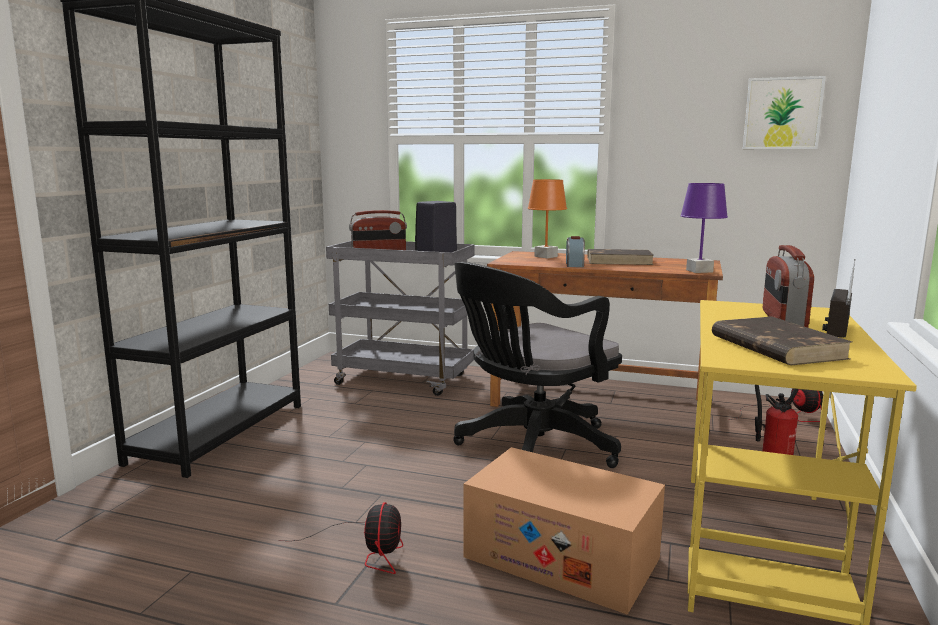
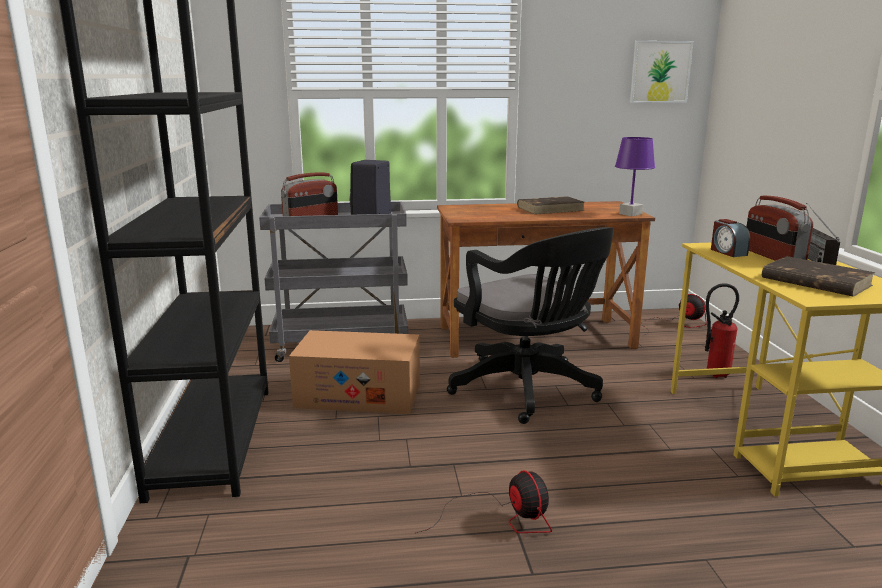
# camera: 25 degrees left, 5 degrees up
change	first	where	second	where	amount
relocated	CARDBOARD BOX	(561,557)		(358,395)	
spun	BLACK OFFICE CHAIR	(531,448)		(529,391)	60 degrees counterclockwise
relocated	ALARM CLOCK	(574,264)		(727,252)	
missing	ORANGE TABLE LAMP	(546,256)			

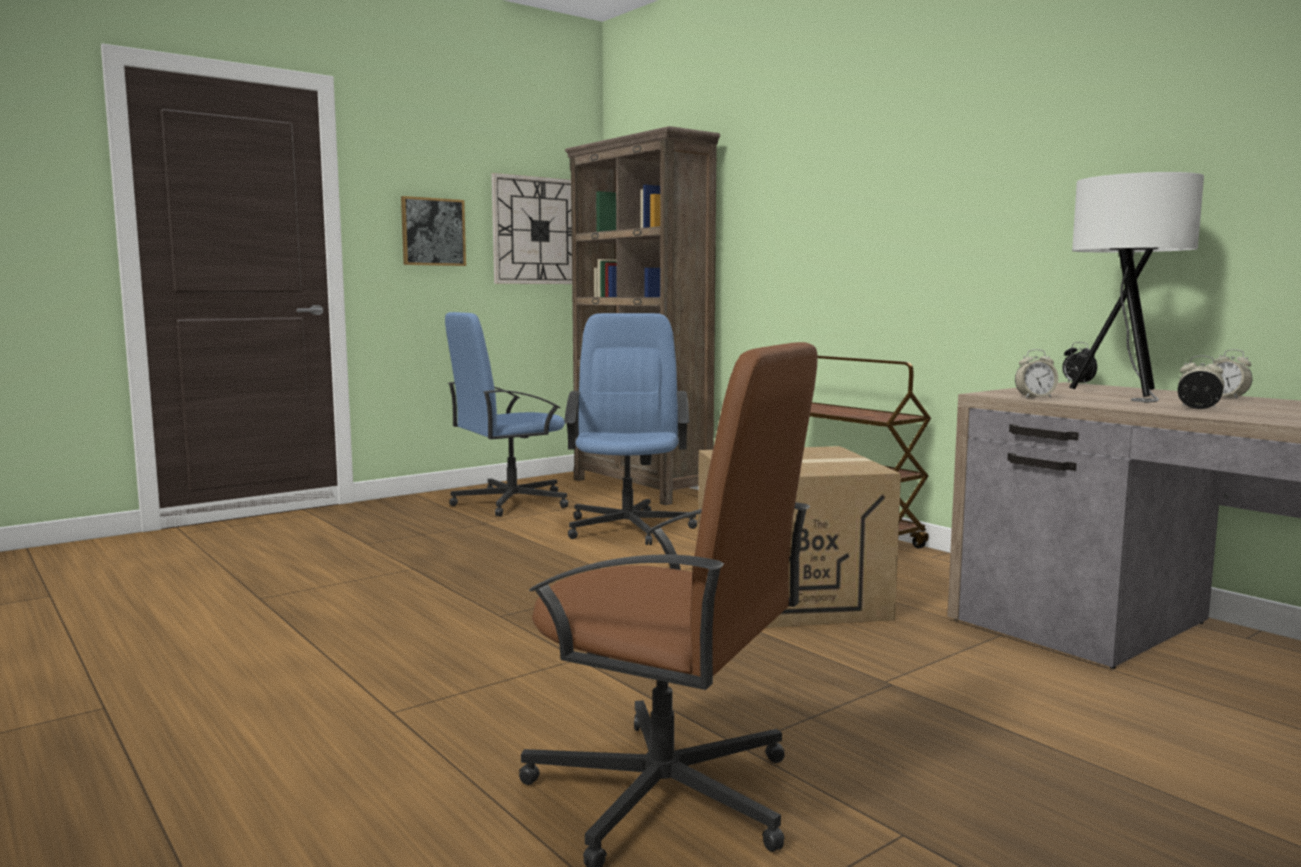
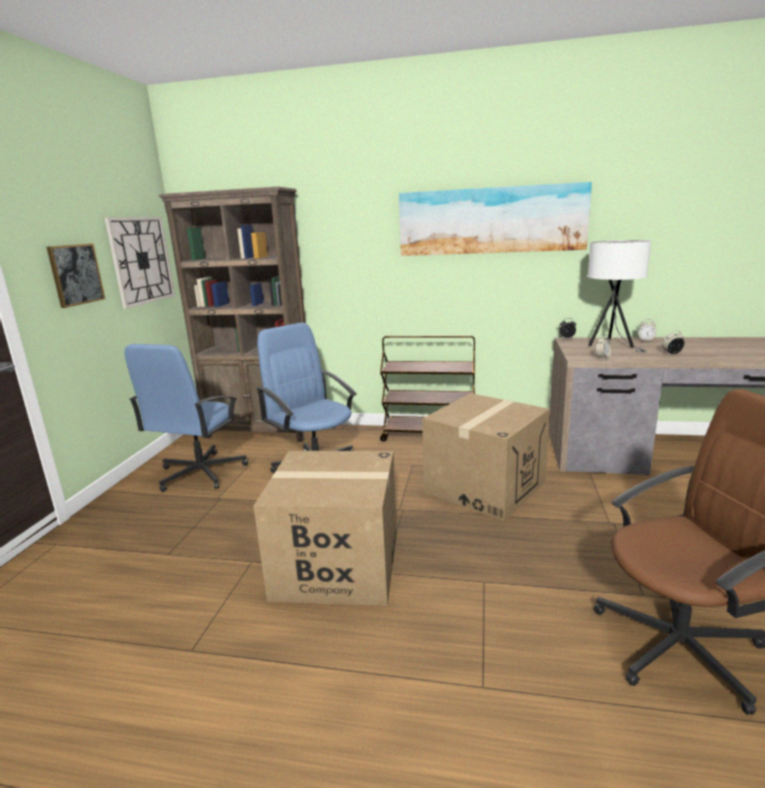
# camera: 40 degrees left, 10 degrees up
change	first	where	second	where	amount
appeared			CARDBOARD BOX	(337,565)	
appeared			PICTURE	(490,220)	

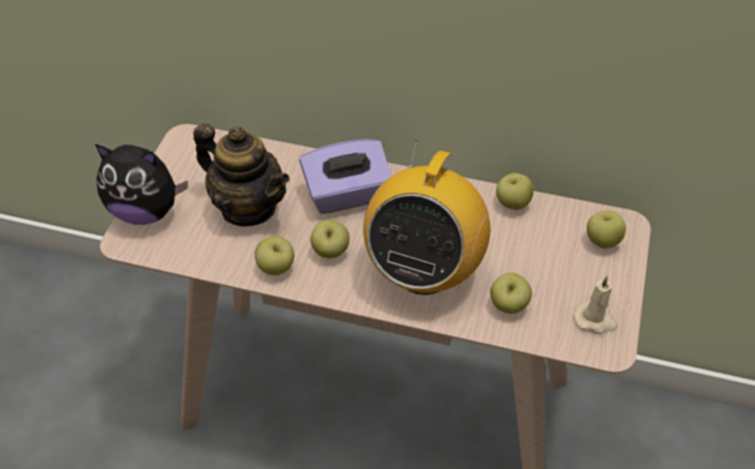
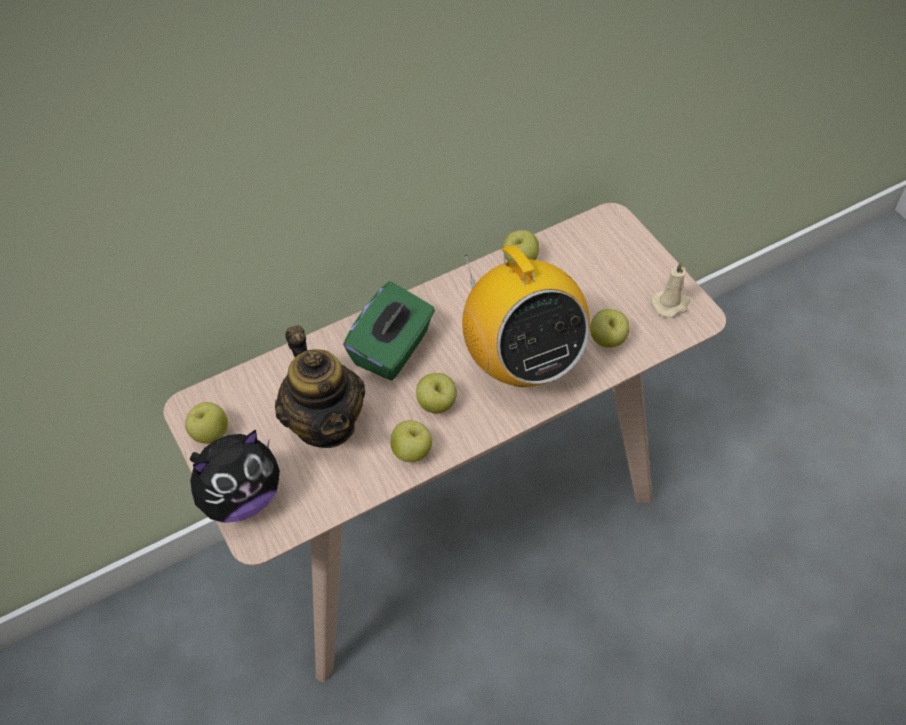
# camera: 45 degrees left, 5 degrees up
change	first	where	second	where	amount
relocated	APPLE	(602,241)		(210,434)	
spun	TEAPOT	(248,207)		(325,423)	75 degrees clockwise
colour	PURPLE TISSUE BOX	(347,195)	GREEN TISSUE BOX	(392,349)	

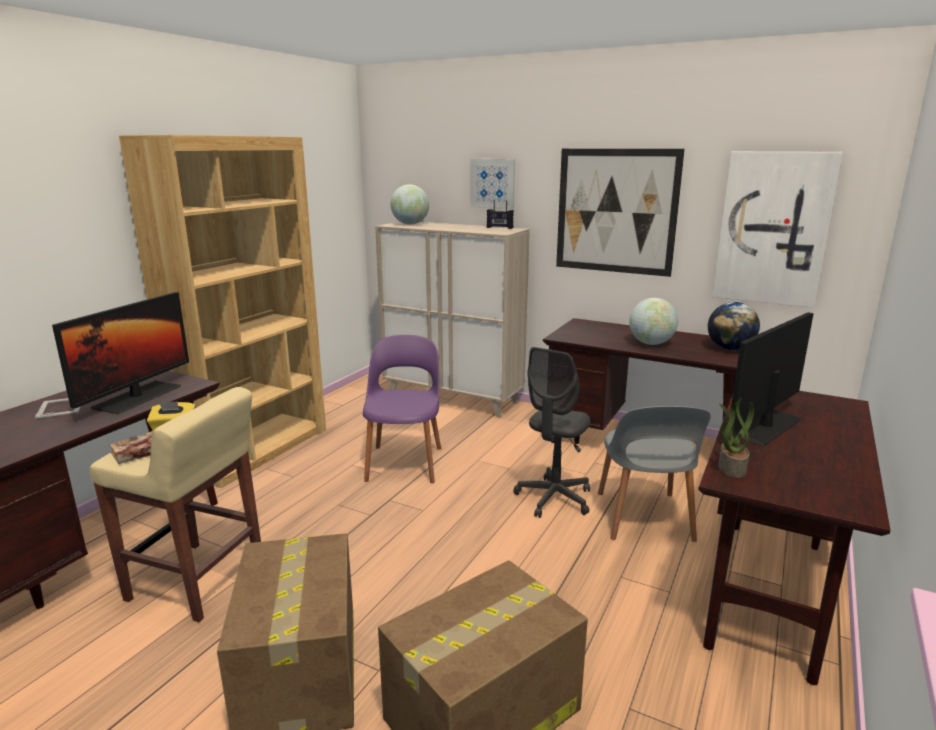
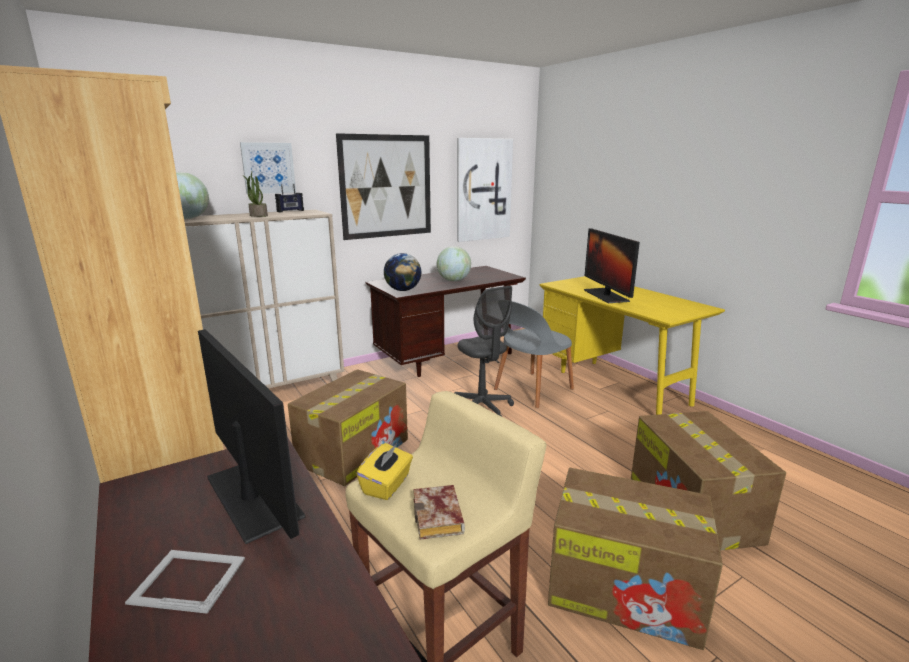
# camera: 60 degrees left, 0 degrees up
change	first	where	second	where	amount
relocated	POTTED PLANT	(731,468)		(258,215)	
exchanged	PURPLE CHAIR	(404,462)	CARDBOARD BOX	(354,450)	
relocated	GLOBE	(730,349)		(403,290)	
spun	GREY CHAIR	(644,518)		(532,390)	105 degrees clockwise
colour	BROWN DESK	(769,581)	YELLOW DESK	(614,383)	

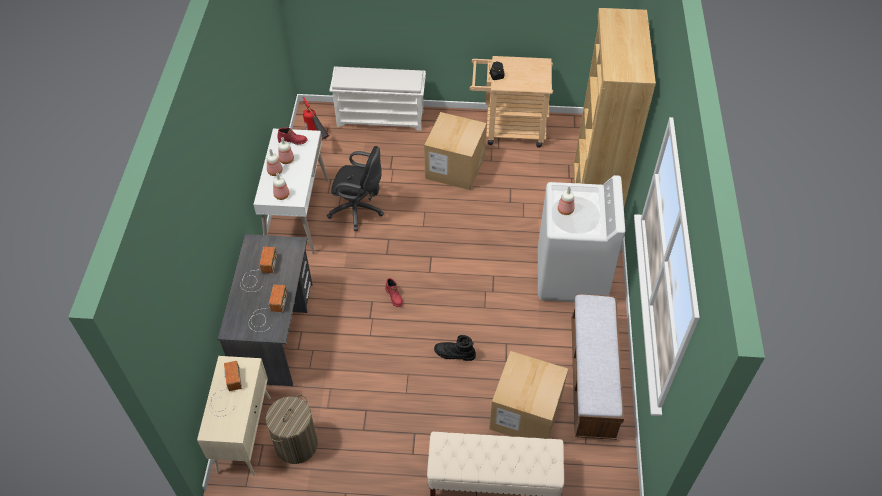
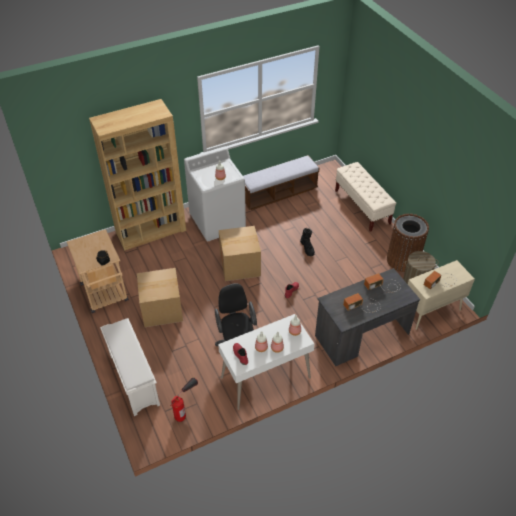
# camera: 120 degrees left, 5 degrees down
change	first	where	second	where	amount
relocated	CARDBOARD BOX	(525,413)		(240,265)	
appeared			BROWN TRASH CAN	(403,260)	

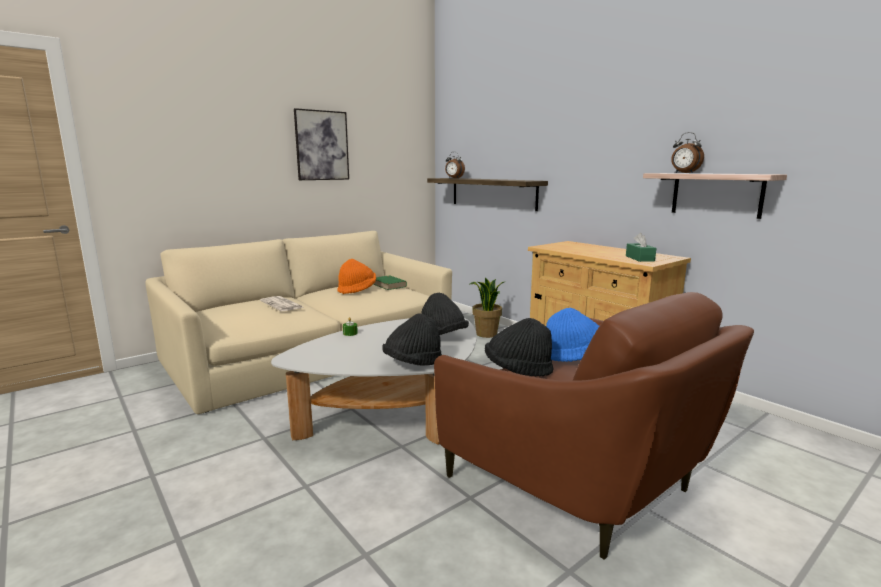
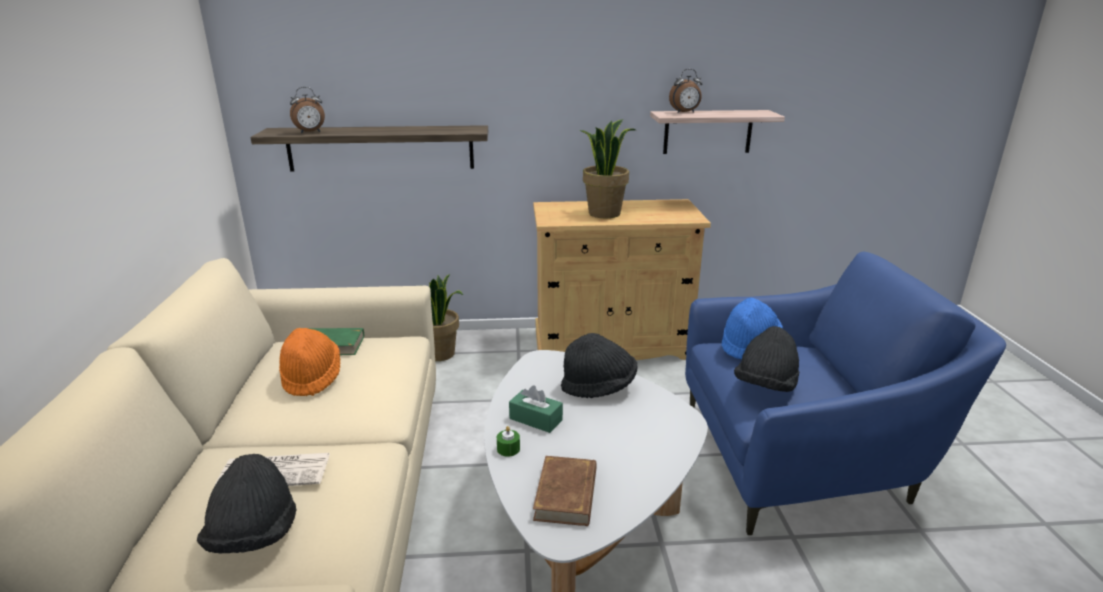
# camera: 55 degrees left, 10 degrees up
change	first	where	second	where	amount
relocated	BLACK HAT	(413,363)		(254,536)	
relocated	GREEN TISSUE BOX	(639,258)		(535,419)	
appeared			BROWN BOOK	(566,494)	
appeared			POTTED PLANT	(604,213)	
colour	BROWN ARMCHAIR	(579,483)	BLUE ARMCHAIR	(803,460)	
missing	PICTURE	(322,145)			

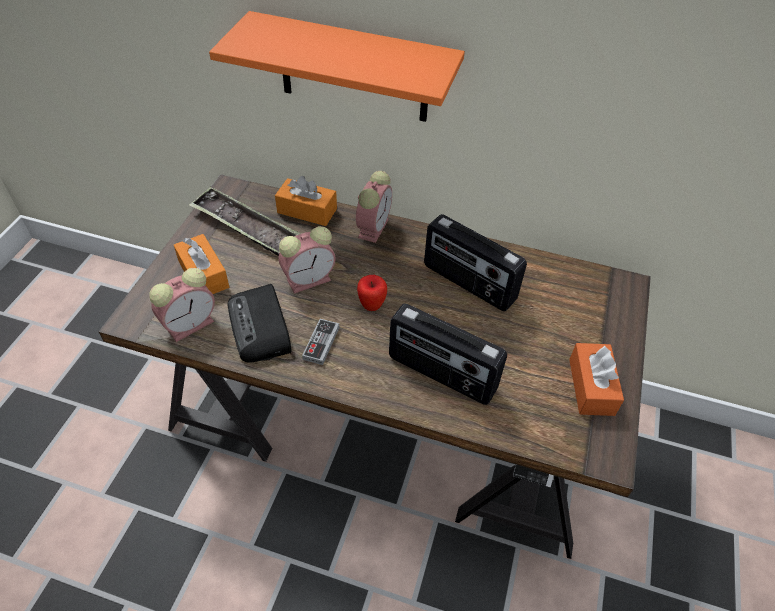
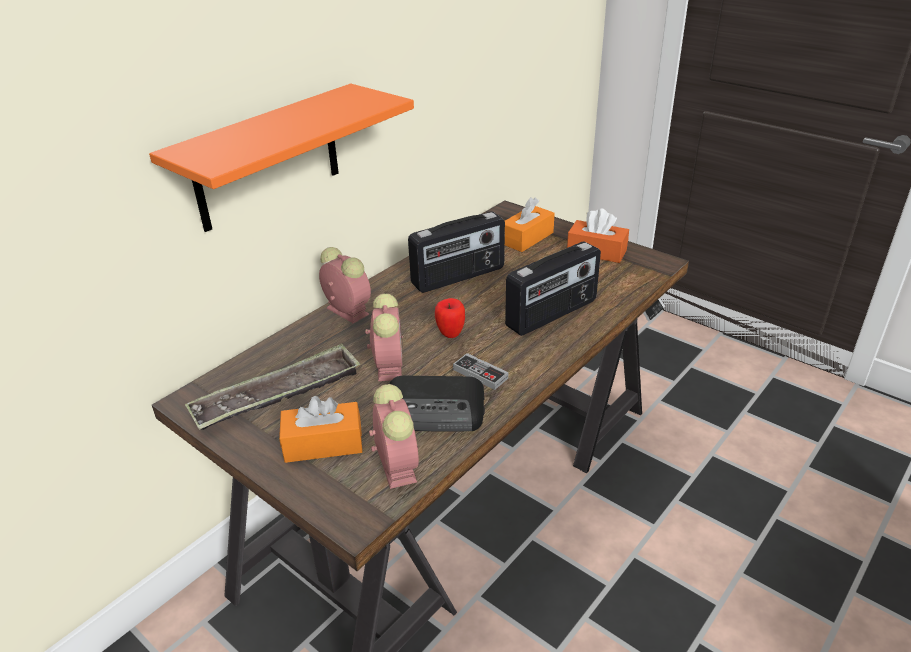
# camera: 65 degrees left, 15 degrees down
change	first	where	second	where	amount
relocated	ORANGE TISSUE BOX	(307,211)		(527,238)	

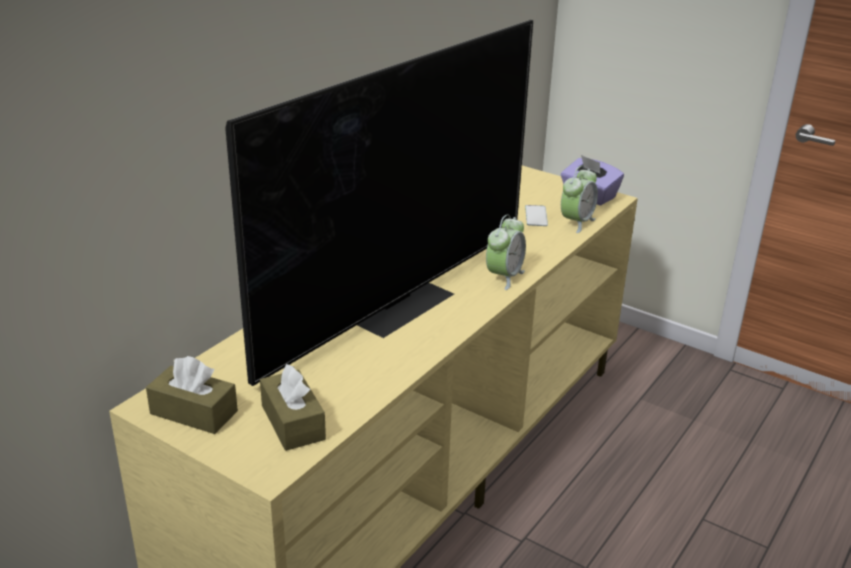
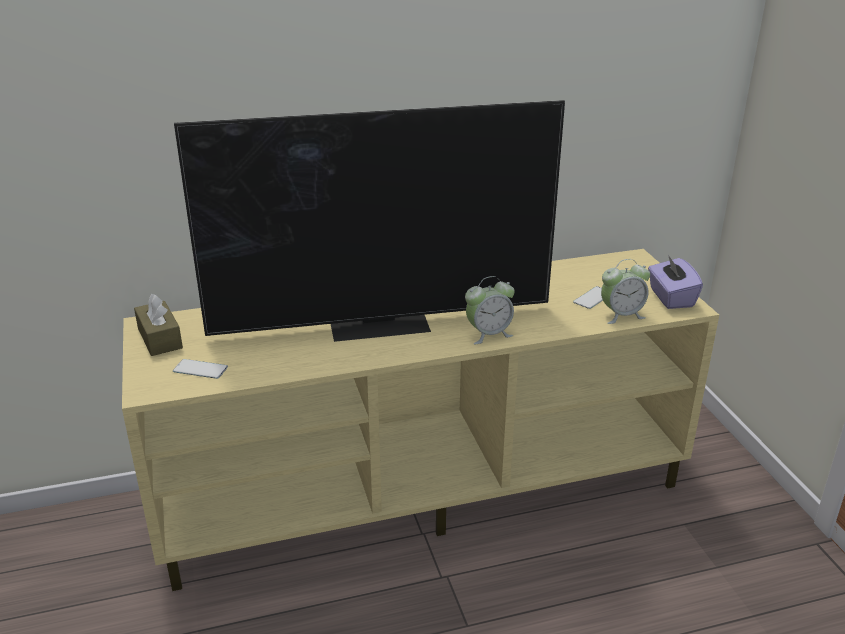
# camera: 40 degrees right, 0 degrees up
change	first	where	second	where	amount
exchanged	BROWN TISSUE BOX	(293,422)	PHONE	(200,369)	

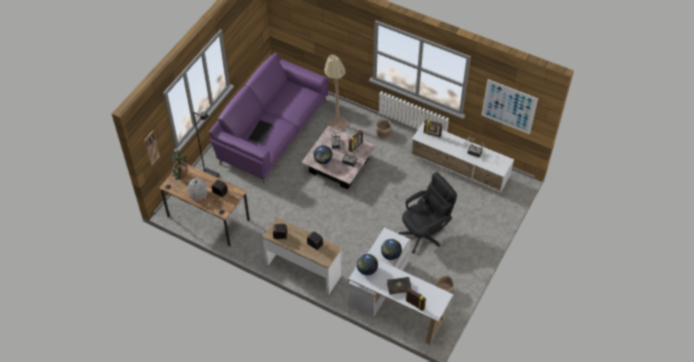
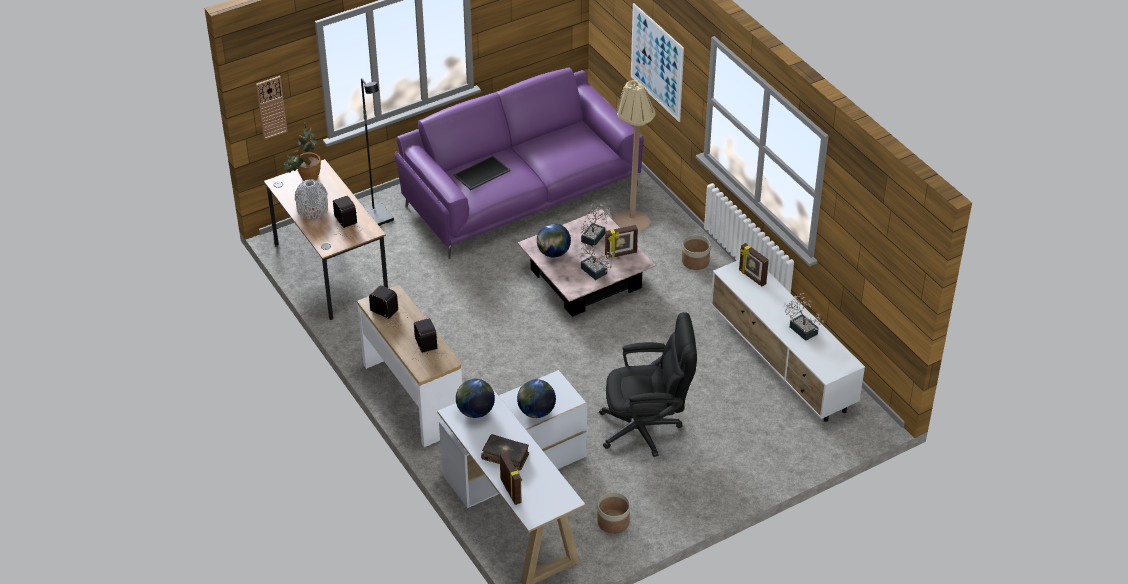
# camera: 30 degrees right, 10 degrees down
change	first	where	second	where	amount
relocated	PICTURE	(509,106)		(657,62)	

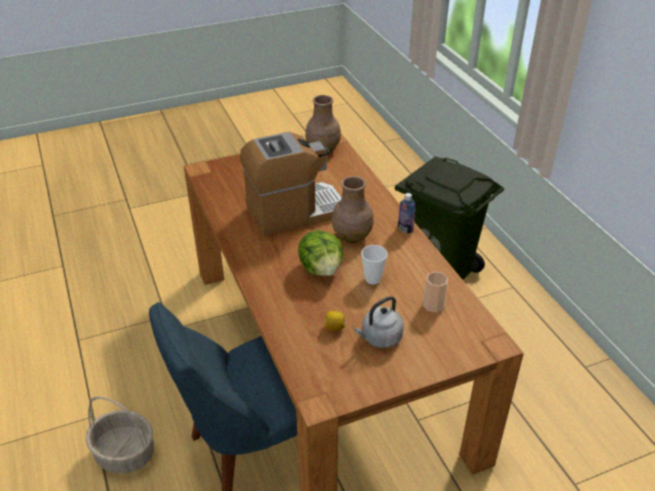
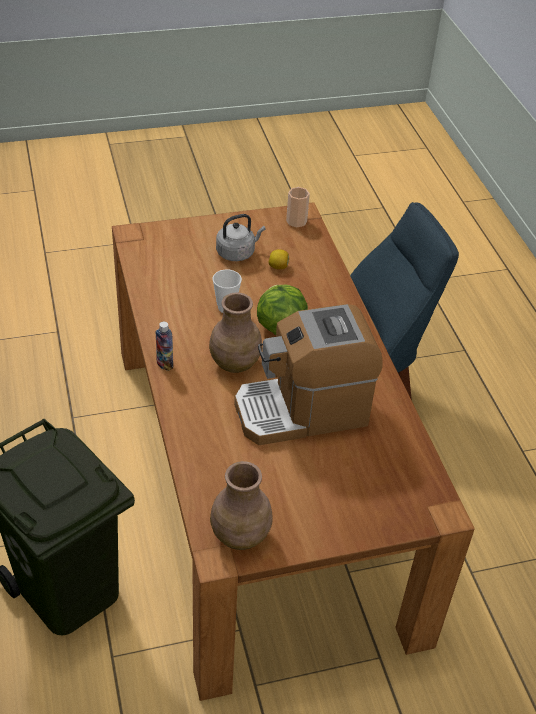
# camera: 175 degrees left, 5 degrees up
change	first	where	second	where	amount
relocated	CUP	(433,305)		(296,221)	
missing	BASKET	(124,454)			

